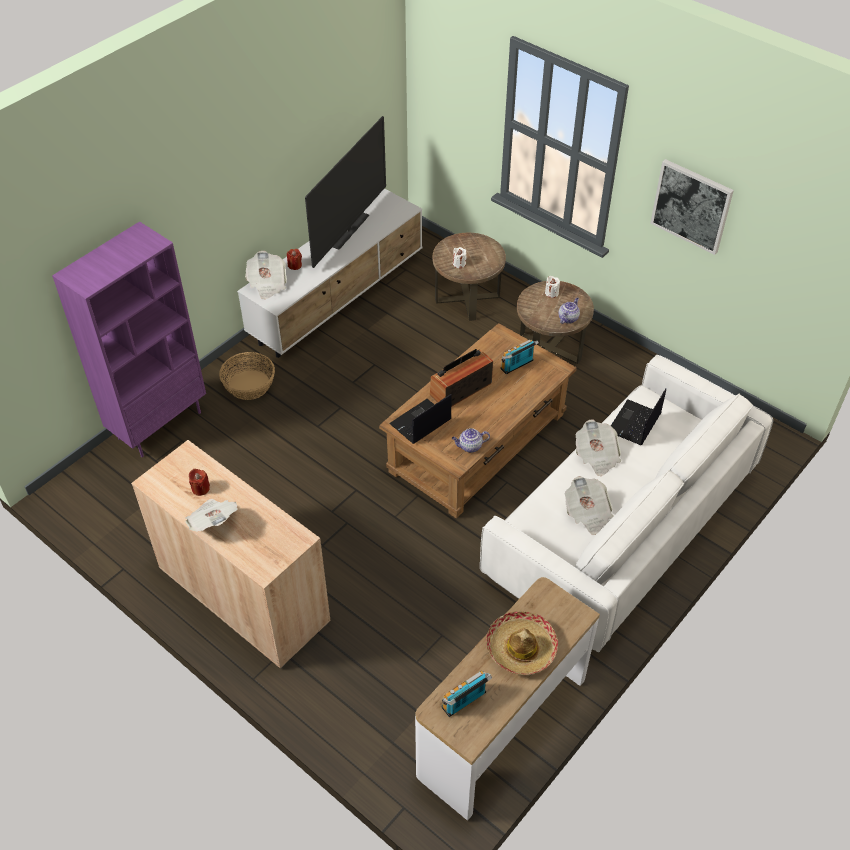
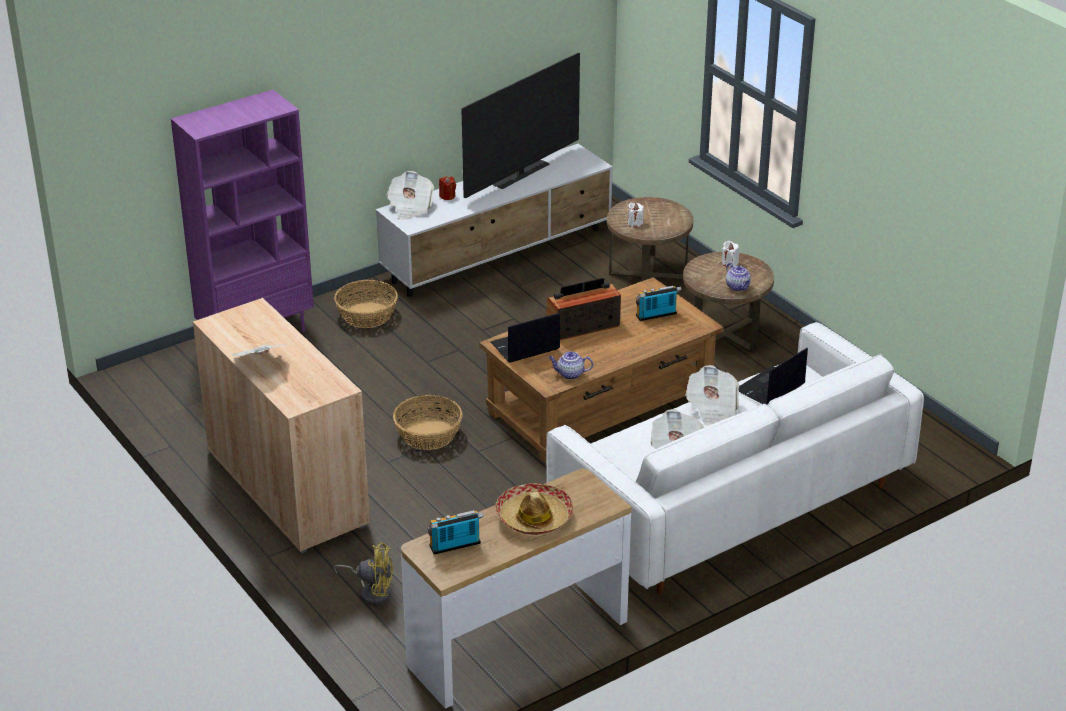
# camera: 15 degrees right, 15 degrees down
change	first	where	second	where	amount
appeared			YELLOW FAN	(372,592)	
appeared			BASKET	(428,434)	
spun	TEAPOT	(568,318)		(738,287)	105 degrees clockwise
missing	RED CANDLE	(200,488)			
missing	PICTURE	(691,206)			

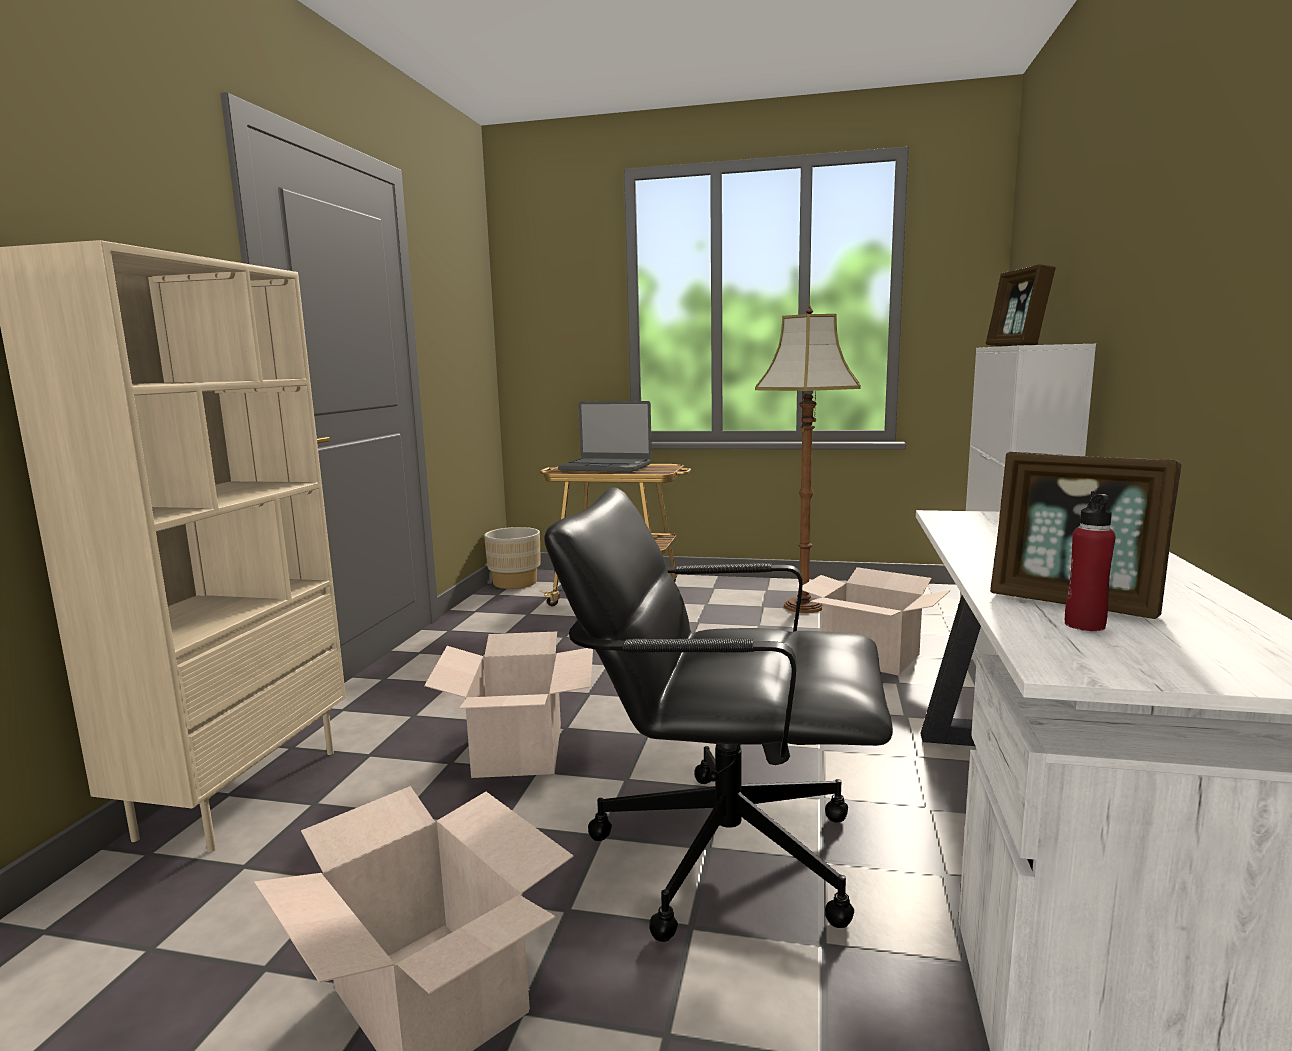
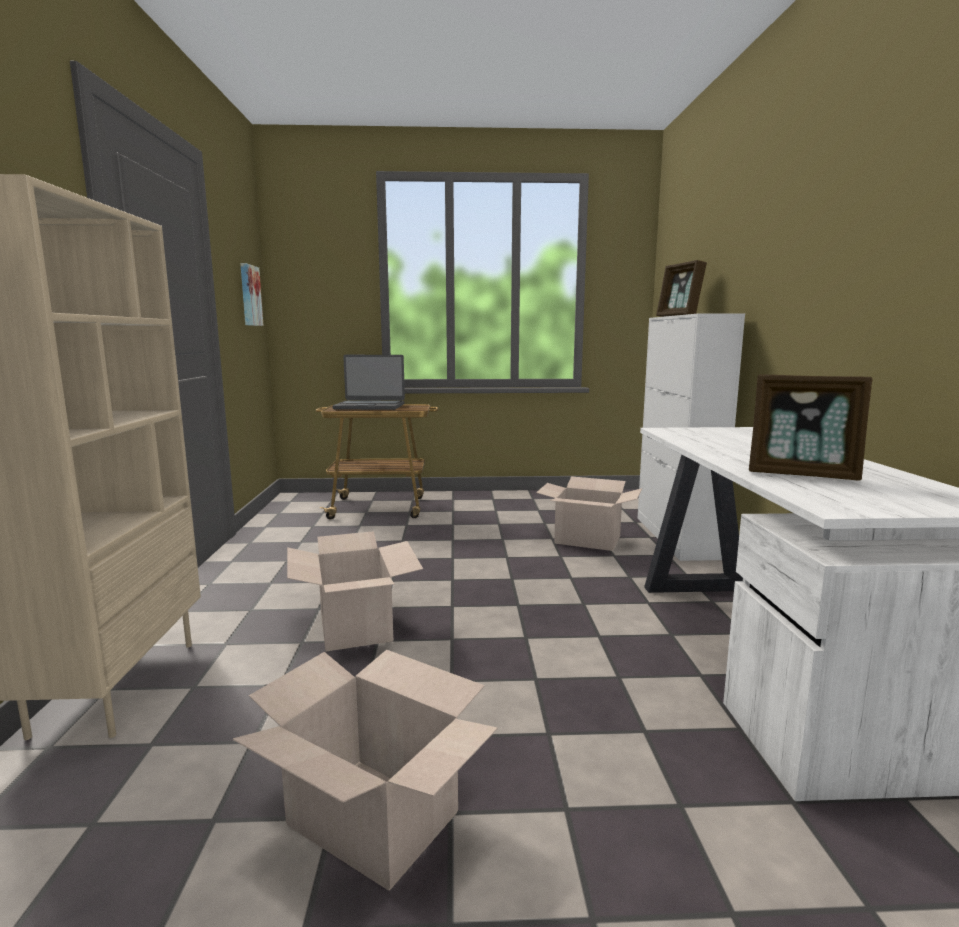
# camera: 15 degrees left, 0 degrees up
change	first	where	second	where	amount
appeared			PICTURE	(249,295)	
missing	BEIGE PLANTER	(515,583)			
missing	BLACK OFFICE CHAIR	(723,850)			
missing	FLOOR LAMP	(804,606)			
missing	RED BOTTLE	(1084,625)			

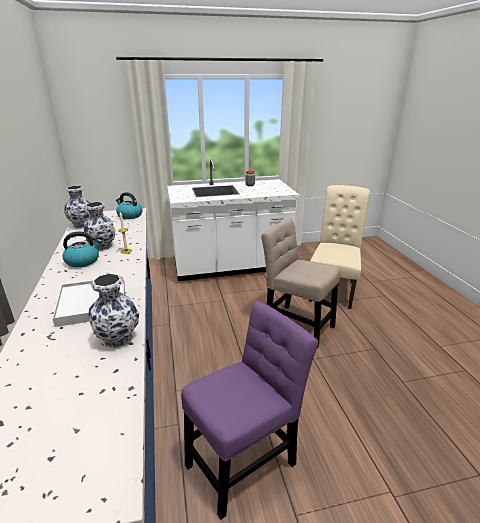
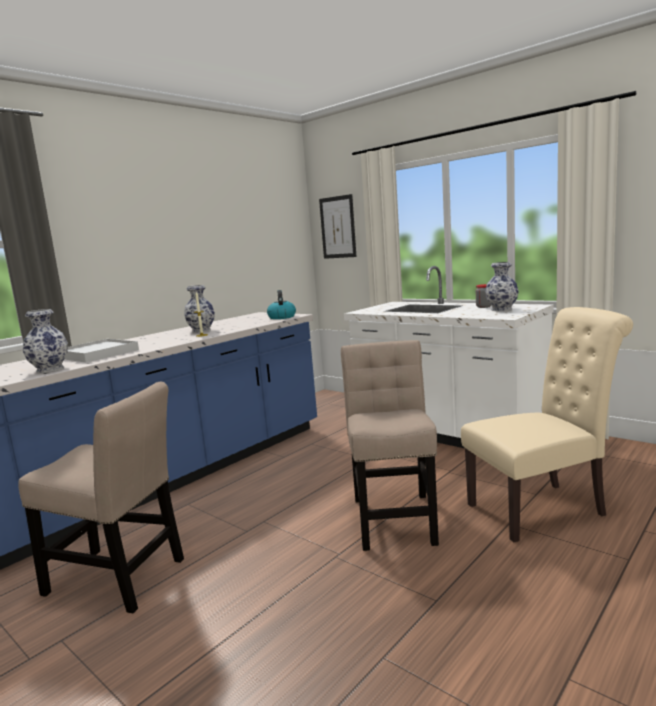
# camera: 55 degrees right, 15 degrees down
change	first	where	second	where	amount
colour	PURPLE CHAIR	(245,460)	BEIGE CHAIR	(120,579)	
appeared			PICTURE	(338,227)	
relocated	VASE	(82,225)		(501,310)	
missing	KETTLE	(83,261)			

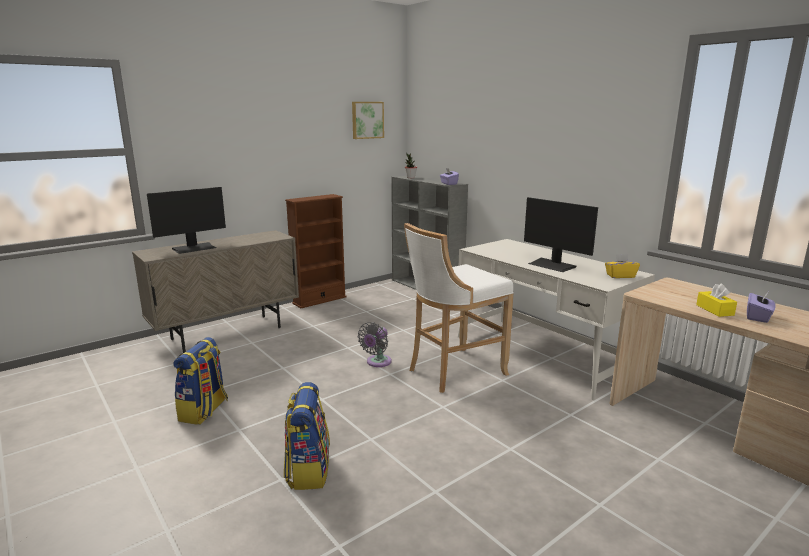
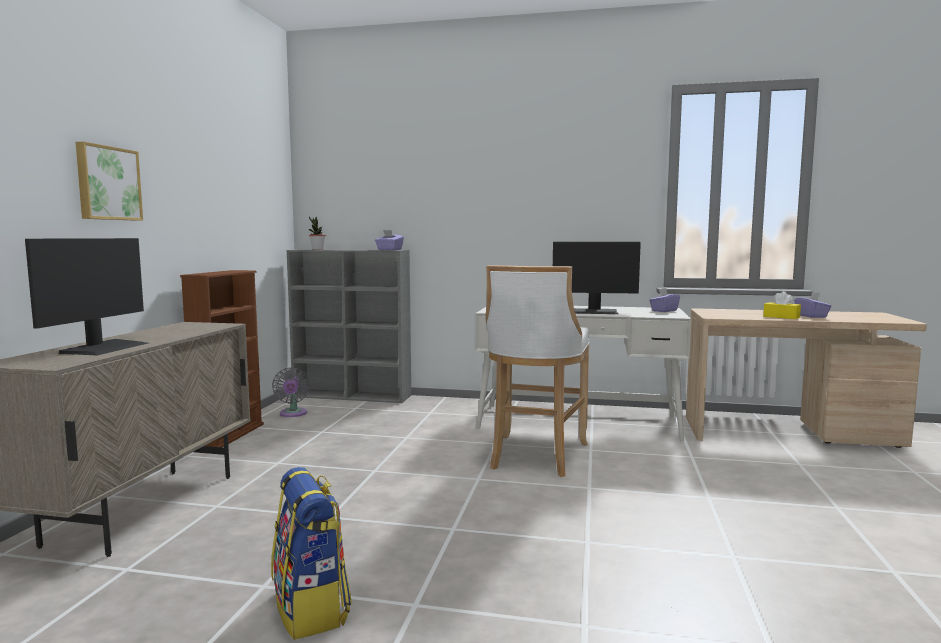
# camera: 40 degrees left, 10 degrees down
change	first	where	second	where	amount
relocated	PICTURE	(367,120)		(107,183)	
relocated	GREY FAN	(377,362)		(293,414)	
colour	YELLOW TISSUE BOX	(620,276)	PURPLE TISSUE BOX	(664,311)	
missing	BACKPACK	(308,470)			

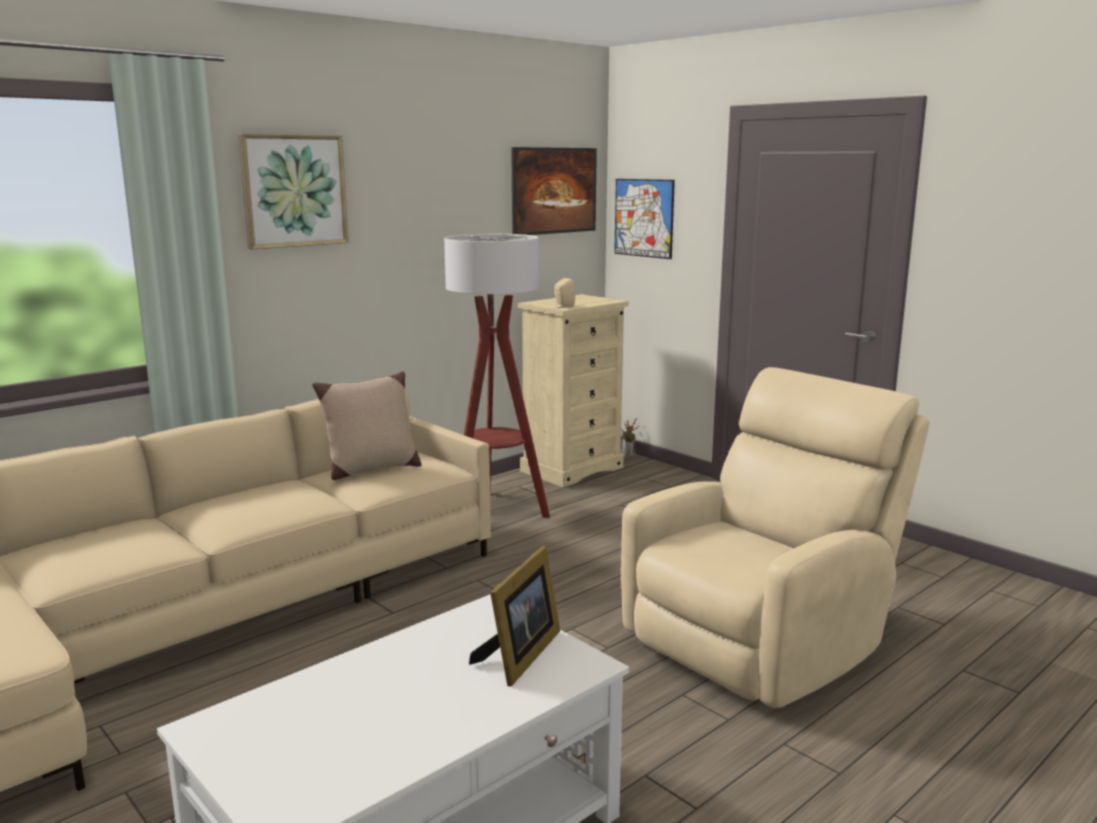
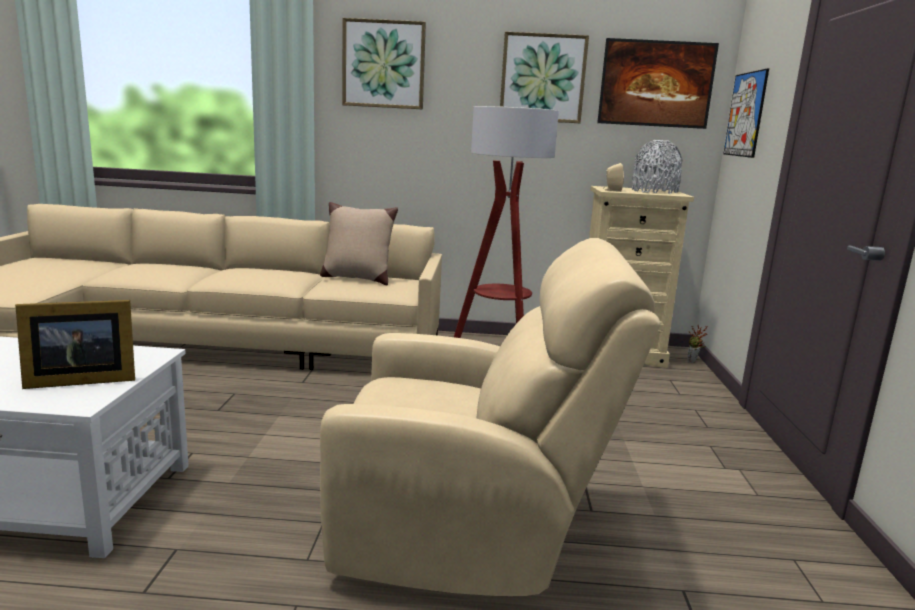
# camera: 45 degrees right, 0 degrees up
change	first	where	second	where	amount
appeared			PICTURE	(542,78)	
appeared			GREY VASE	(654,191)	

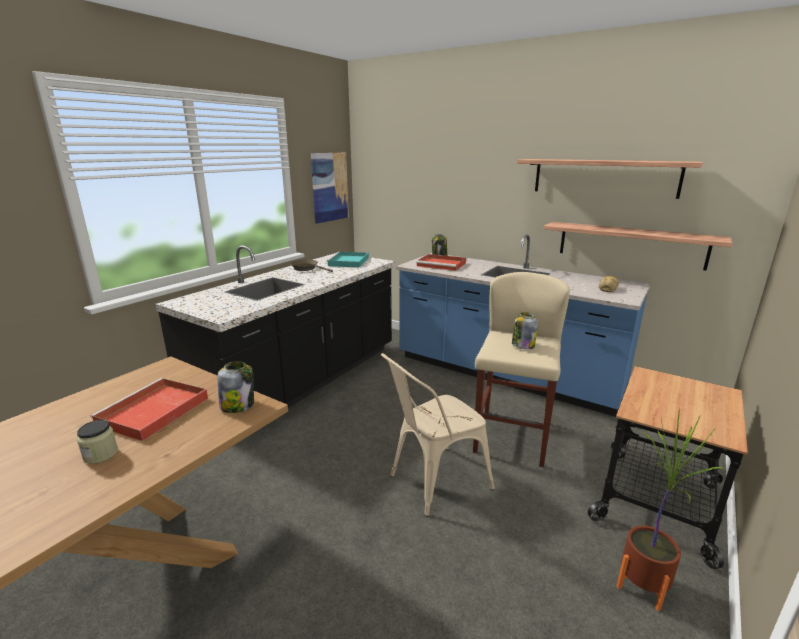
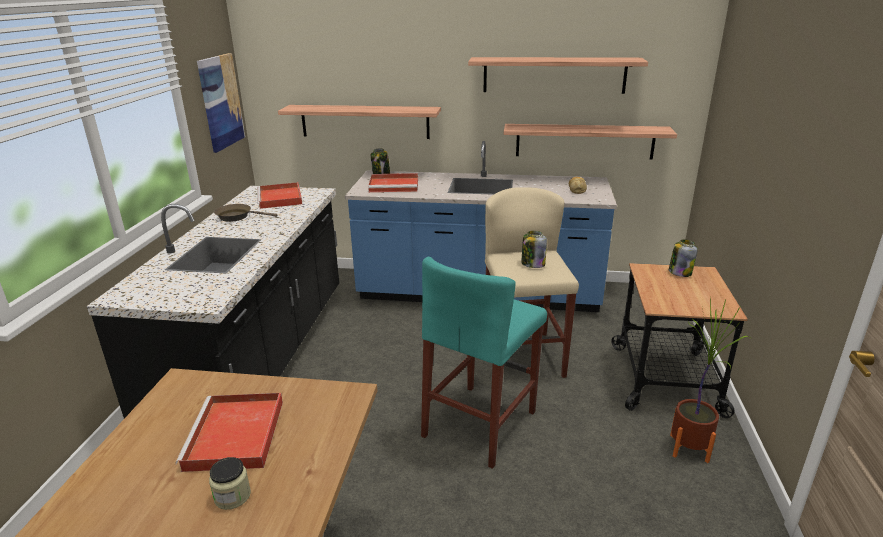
# camera: 25 degrees left, 5 degrees up
change	first	where	second	where	amount
colour	TURQUOISE TRAY	(348,262)	RED TRAY	(280,198)	
appeared			SHELF	(365,121)	
exchanged	BEIGE CHAIR	(432,483)	TURQUOISE STOOL	(480,424)	
relocated	JAR	(238,405)		(680,272)	

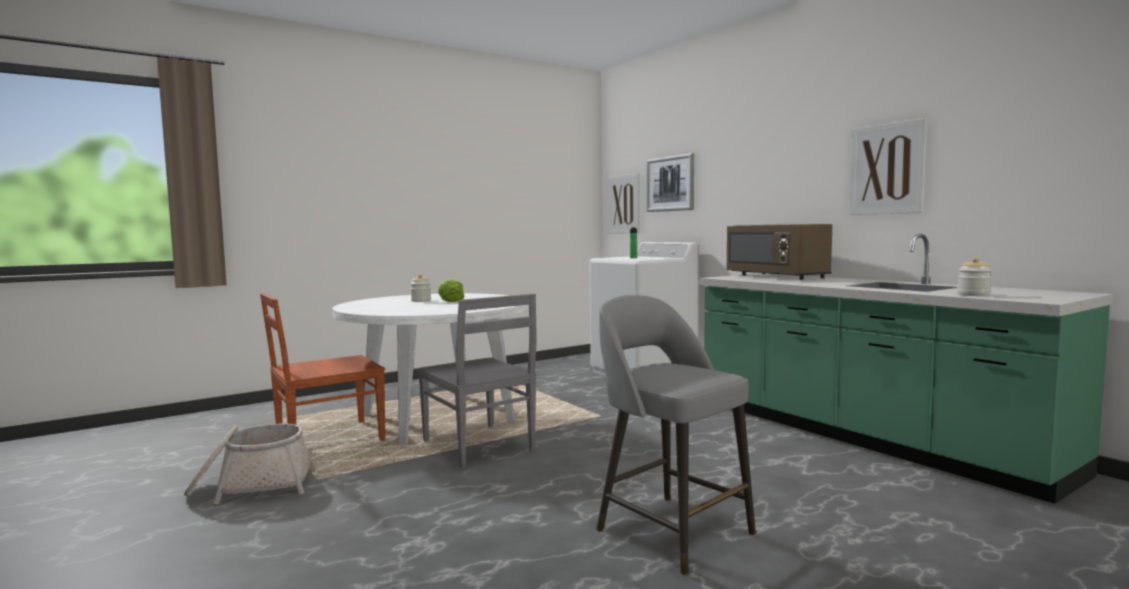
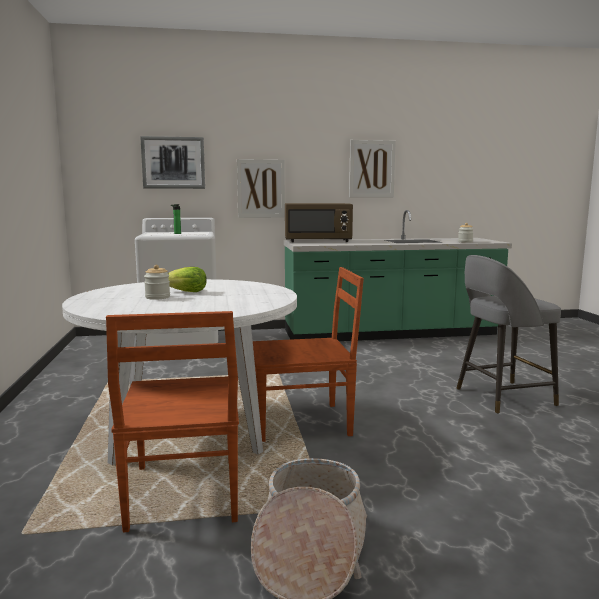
# camera: 65 degrees left, 5 degrees up
change	first	where	second	where	amount
relocated	PICTURE	(624,204)		(261,188)	
colour	GREY CHAIR	(479,446)	BROWN CHAIR	(303,422)	

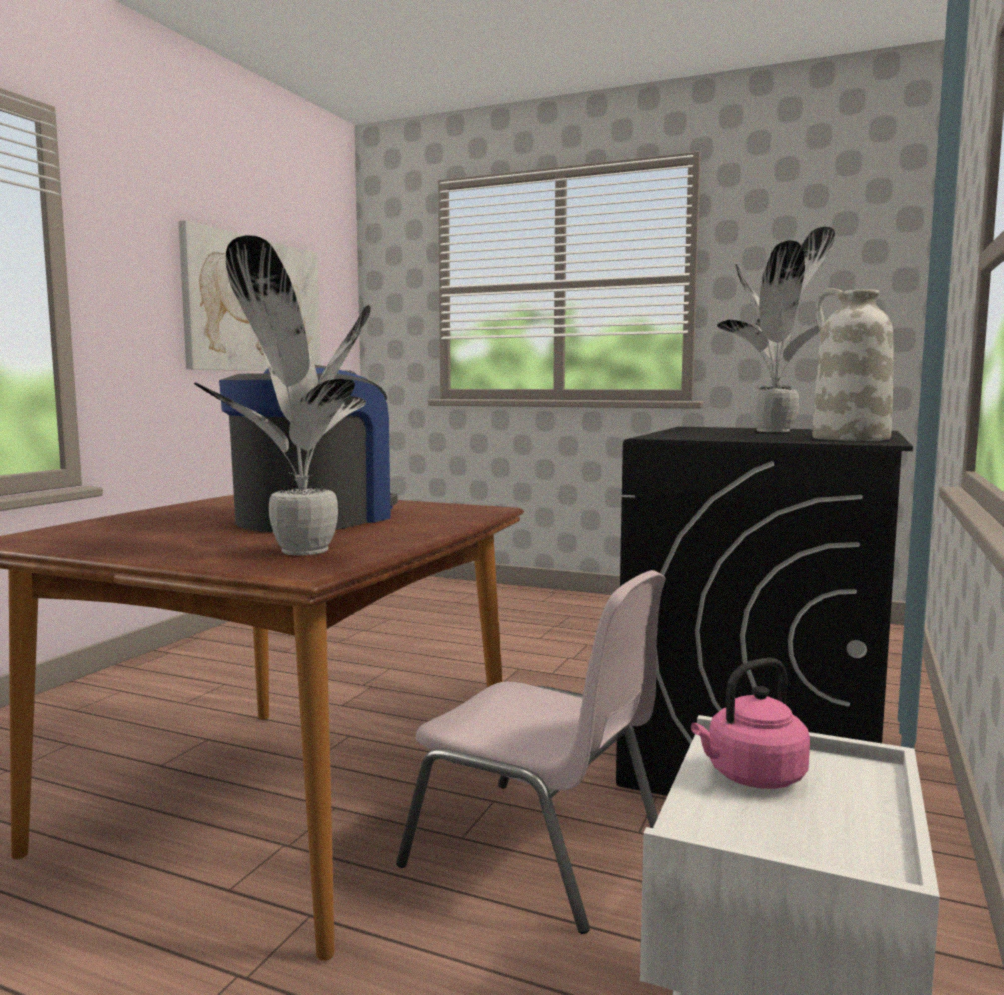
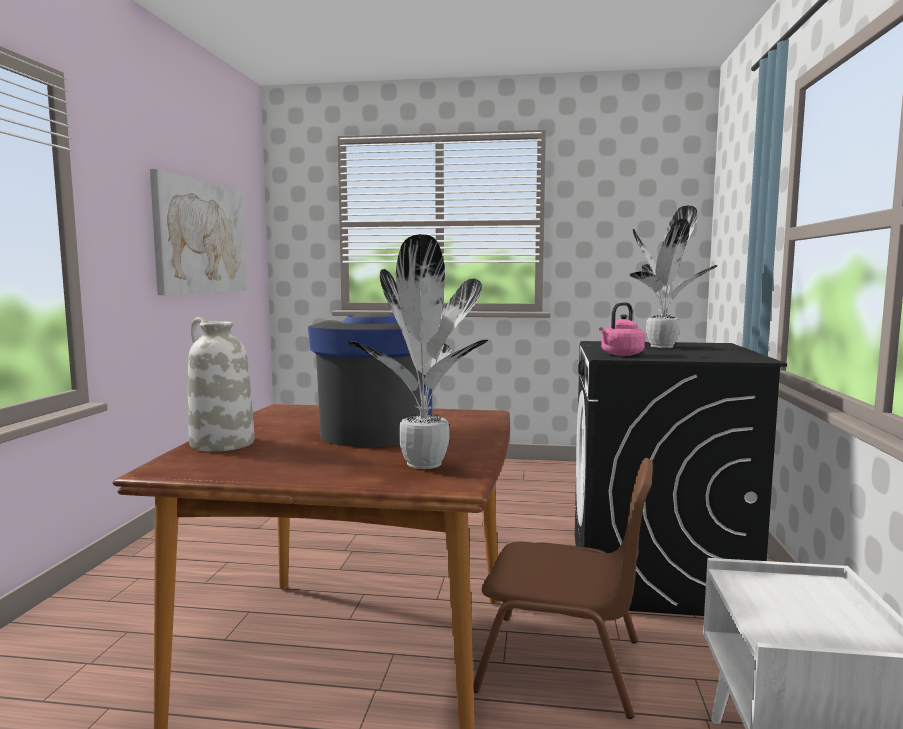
# camera: 15 degrees left, 0 degrees up
change	first	where	second	where	amount
relocated	WHITE VASE	(849,438)		(221,444)	
colour	PINK CHAIR	(538,852)	BROWN CHAIR	(563,665)	
relocated	PINK KETTLE	(751,777)		(620,354)	

